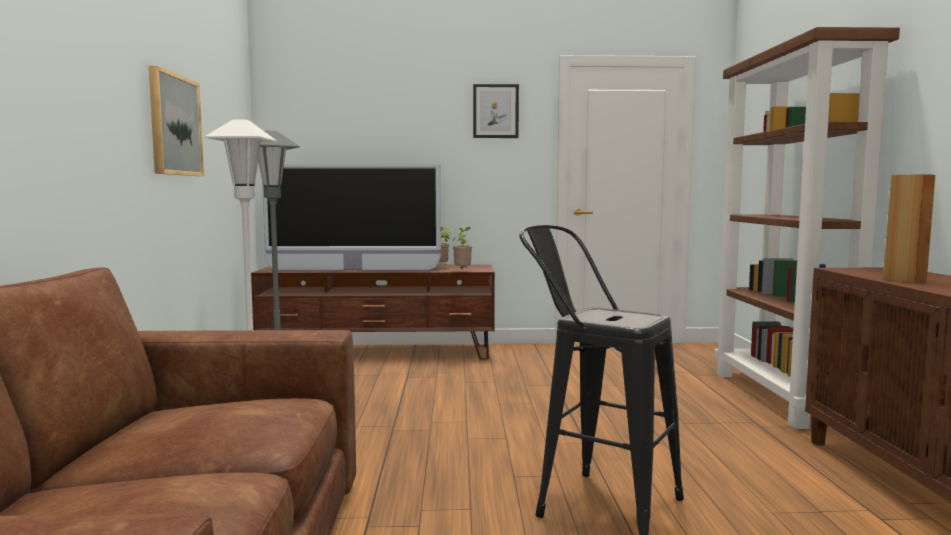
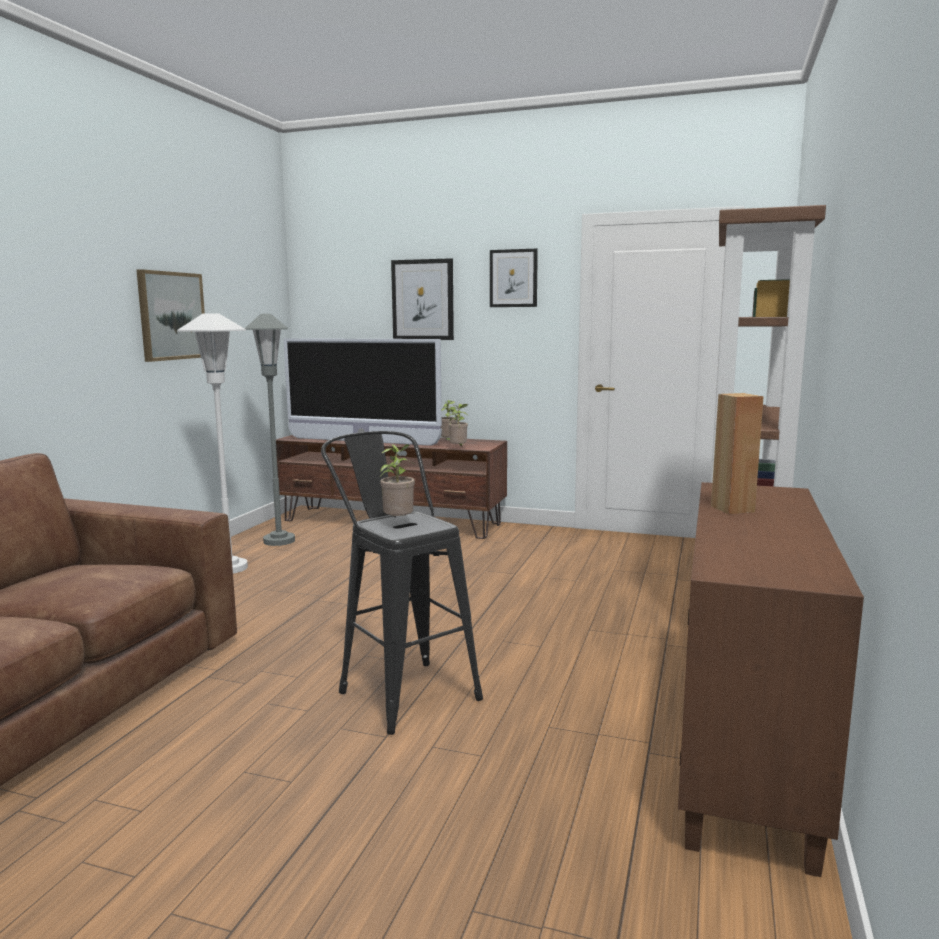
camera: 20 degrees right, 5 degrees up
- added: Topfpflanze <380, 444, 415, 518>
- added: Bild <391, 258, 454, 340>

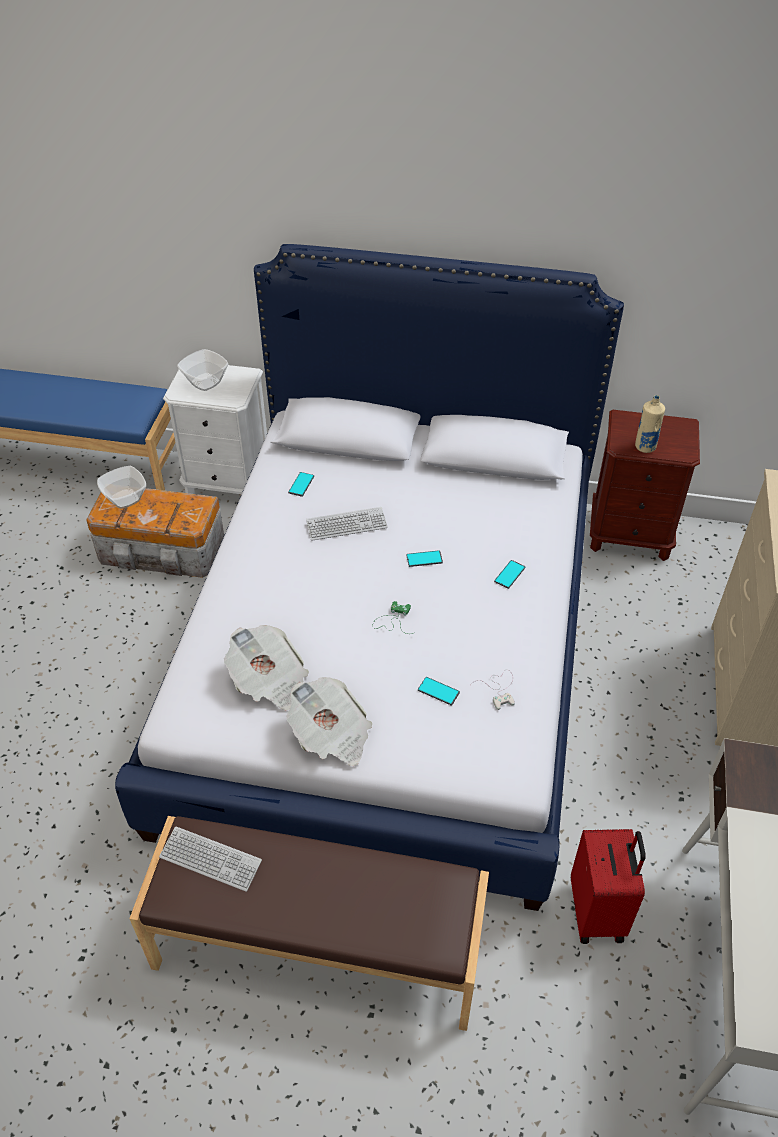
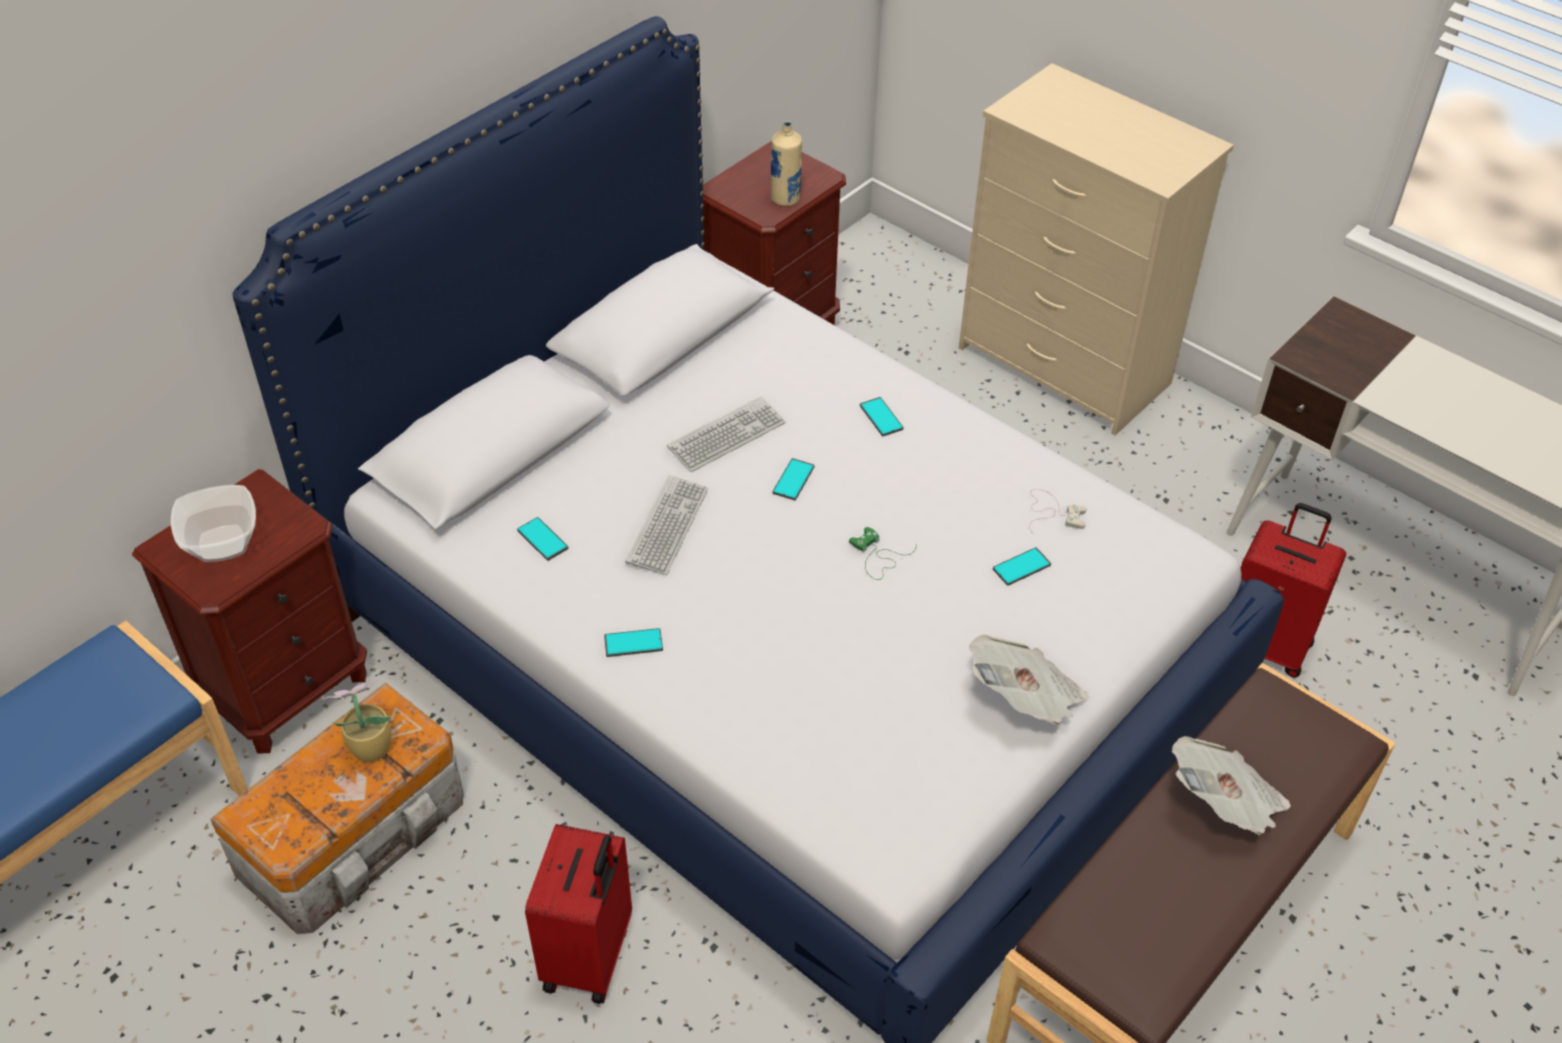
camera: 60 degrees left, 0 degrees up
- removed: Schüssel <97, 466, 146, 509>
- moved: Tastatur <159, 827, 262, 892> to <667, 396, 785, 472>
- recoloured: Nachttisch (weiß) <163, 365, 267, 494> to Nachttisch (braun) <132, 469, 367, 754>
- moved: Zeitung <224, 625, 309, 710> to <1172, 736, 1291, 835>
- added: Topfpflanze <321, 680, 391, 762>
- added: Koffer (rot) <525, 824, 632, 1004>
- added: Handy <604, 628, 663, 657>

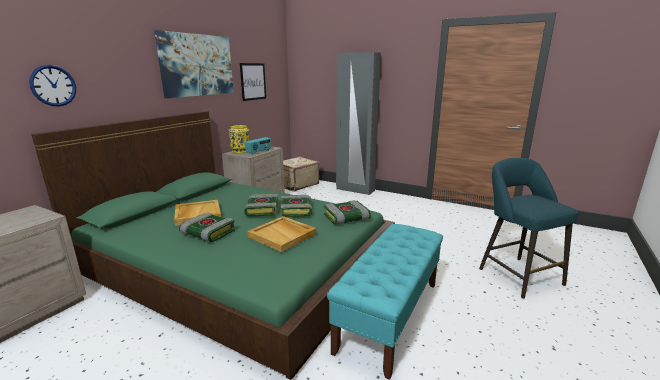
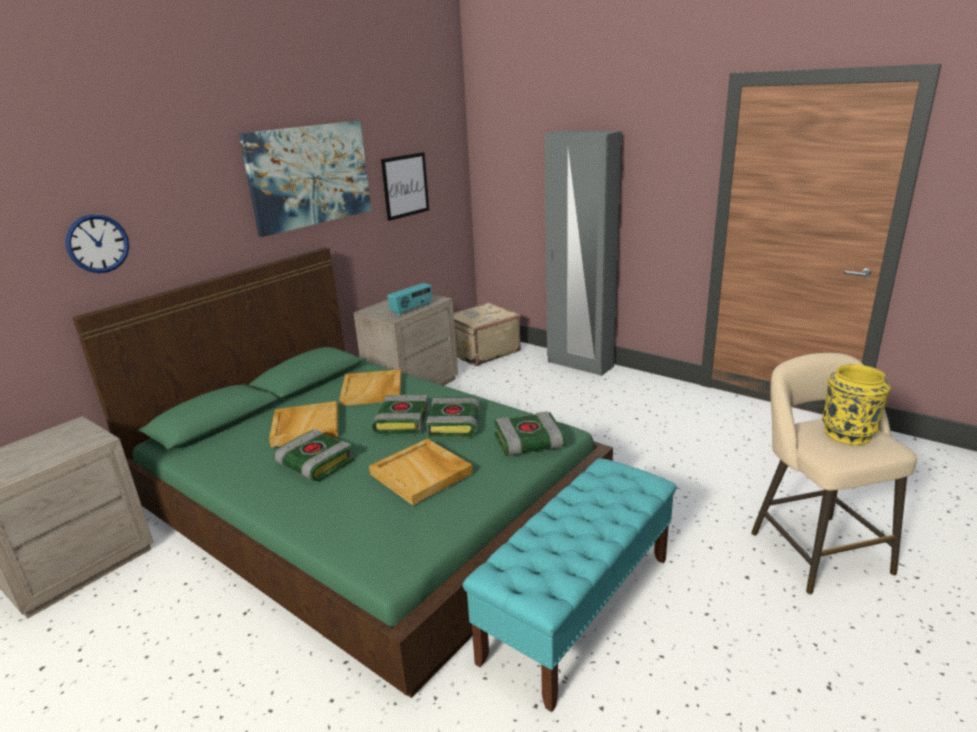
camera: 10 degrees right, 5 degrees up
- moved: Vase (gelb) <228, 125, 249, 153> to <822, 364, 891, 445>
- recoloured: Hocker (türkis) <479, 158, 578, 299> to Hocker (beige) <751, 353, 917, 595>
- added: Tablett (beige) <339, 369, 401, 406>

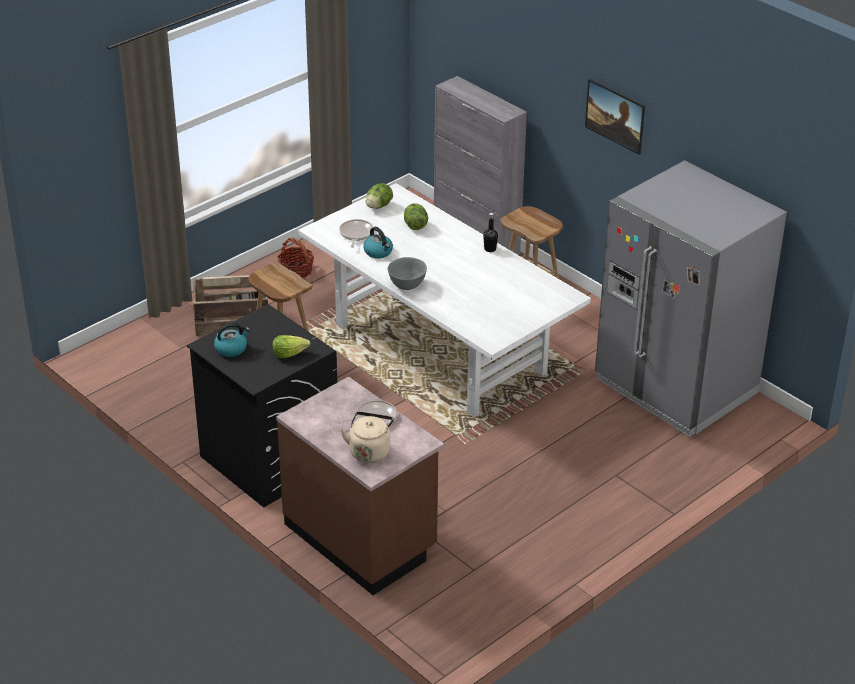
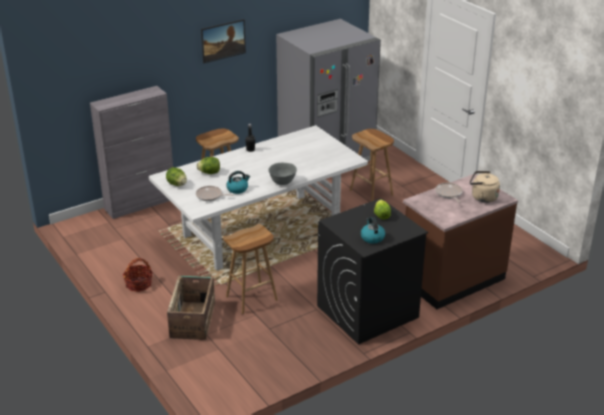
camera: 80 degrees left, 5 degrees down
- added: Hocker (braun) <350, 129, 394, 202>

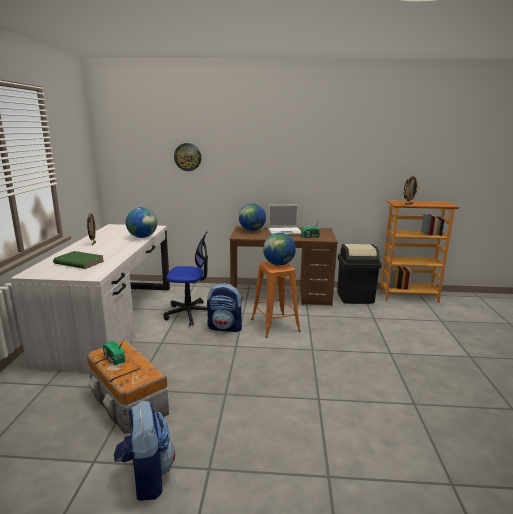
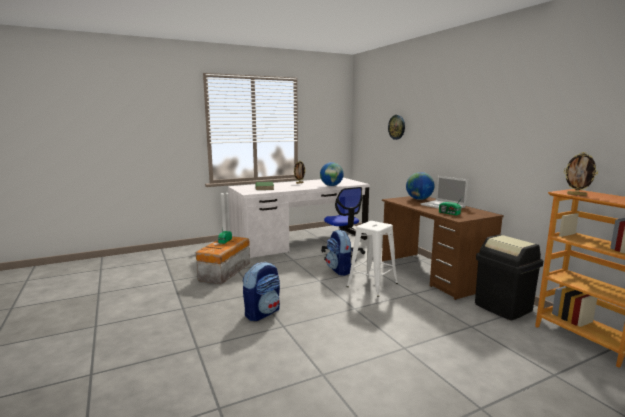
camera: 60 degrees right, 5 degrees down
- moved: Rucksack <114, 401, 175, 501> to <243, 262, 280, 321>
- recoloured: Hocker (orange) <251, 262, 301, 338> to Hocker (weiß) <346, 221, 398, 297>
- removed: Globus <263, 233, 296, 265>

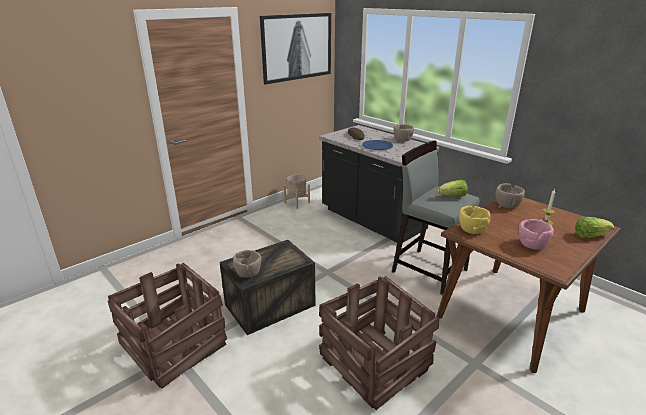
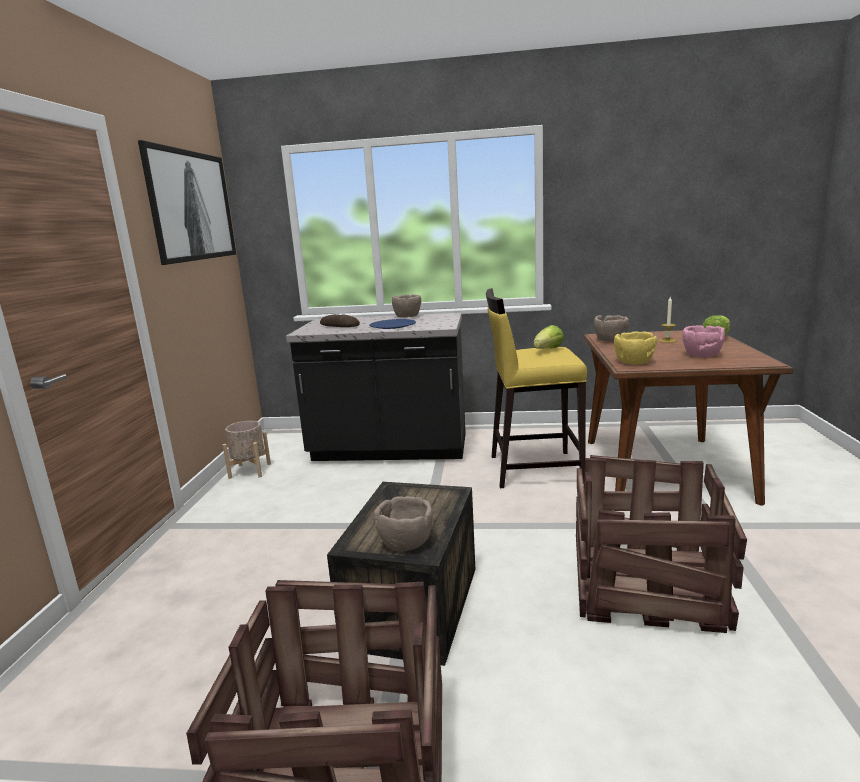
camera: 40 degrees left, 10 degrees down
- recoloured: Hocker (grau) <392, 141, 480, 295> to Hocker (gelb) <486, 288, 587, 488>

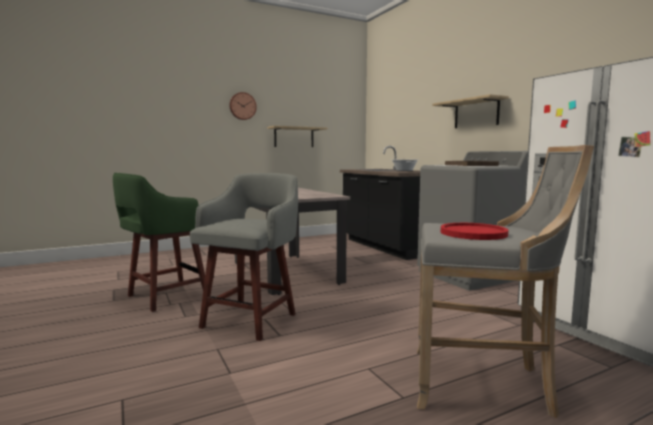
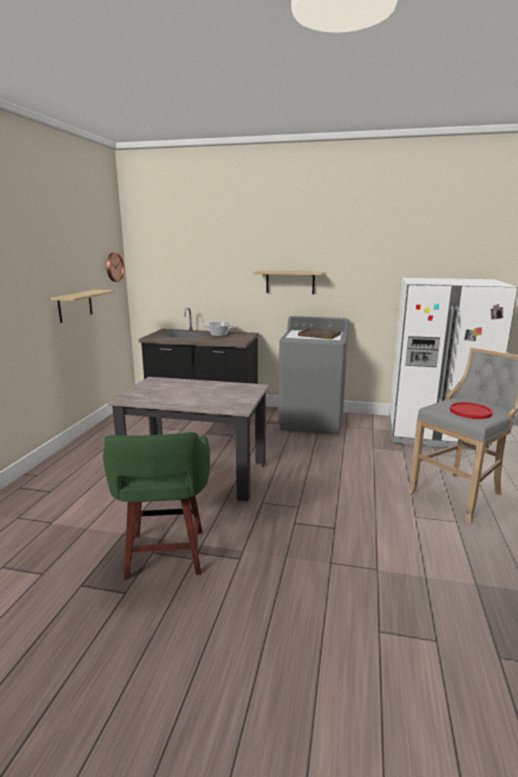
camera: 50 degrees left, 10 degrees up
- removed: Hocker (grau) <190, 173, 298, 341>
- moved: Wanduhr <229, 92, 257, 120> to <107, 253, 124, 282>

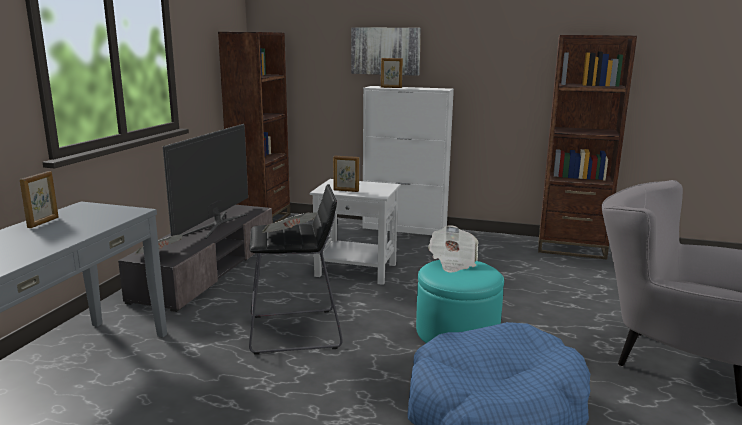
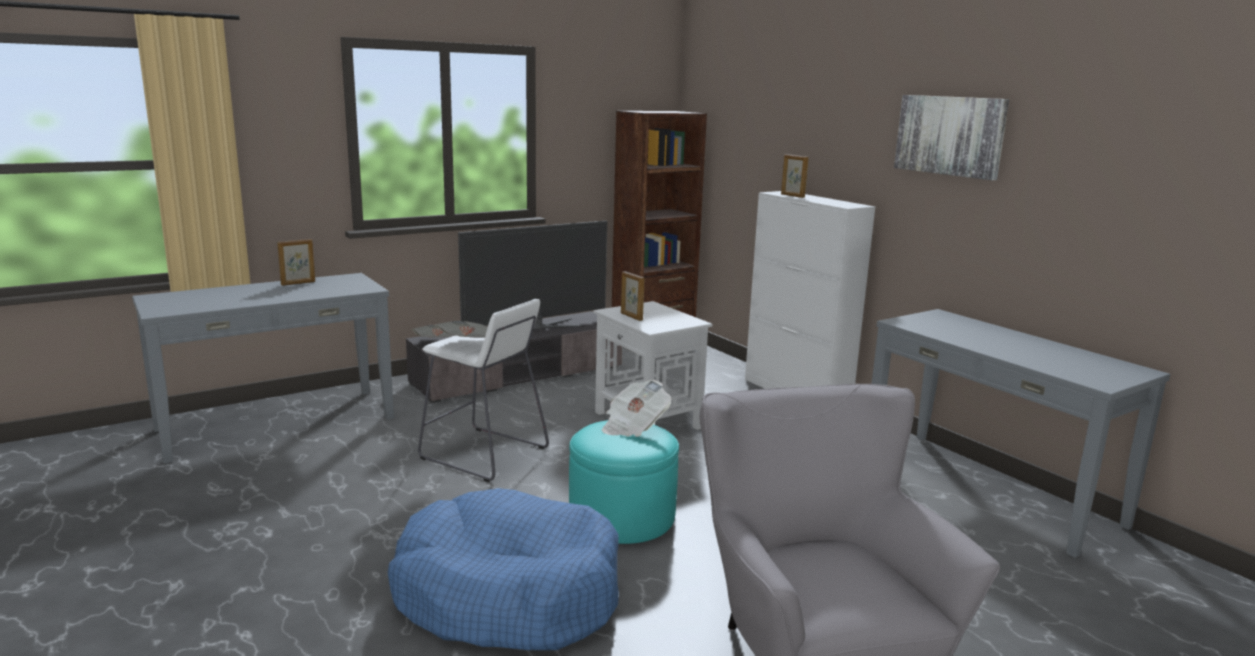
camera: 40 degrees right, 0 degrees up
- recoloured: Hocker (schwarz) <249, 184, 343, 355> to Hocker (weiß) <418, 299, 549, 482>
- moved: Bild <351, 27, 421, 76> to <894, 95, 1009, 180>
- replaced: Bücherregal (braun) <538, 35, 637, 259> to Konsolentisch (grau) <872, 309, 1170, 558>

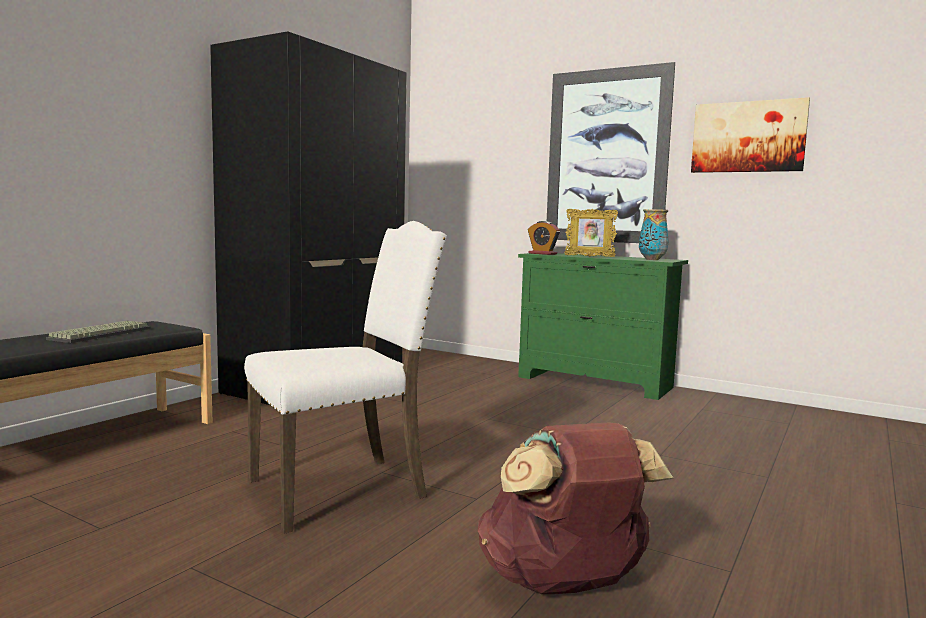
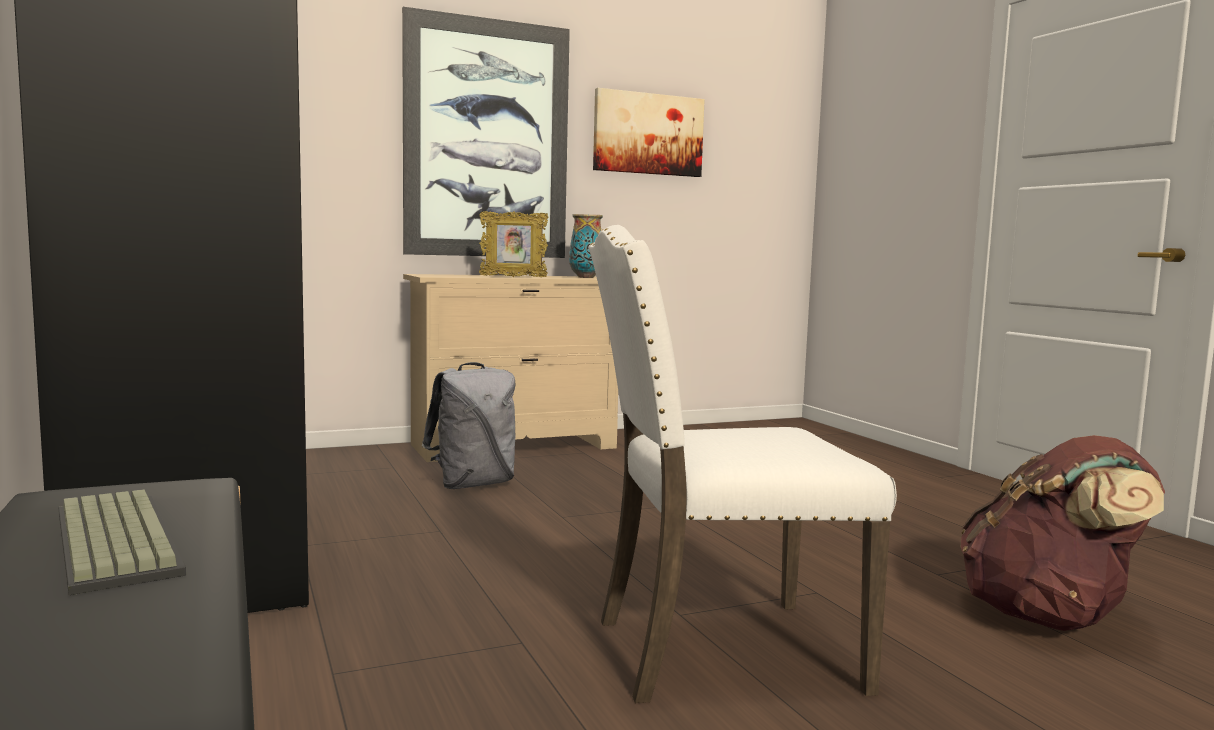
camera: 55 degrees left, 0 degrees up
- turned: Stuhl (weiß) <244, 221, 447, 534> = <588, 225, 897, 703> 105 degrees counterclockwise
- recoloured: Kommode (grün) <518, 253, 688, 400> to Kommode (beige) <403, 274, 618, 462>
- removed: Wecker <528, 221, 560, 255>
- turned: Bilderrahmen <564, 209, 618, 257> = <479, 211, 549, 277> 45 degrees clockwise
- added: Rucksack (grau) <422, 362, 516, 489>

